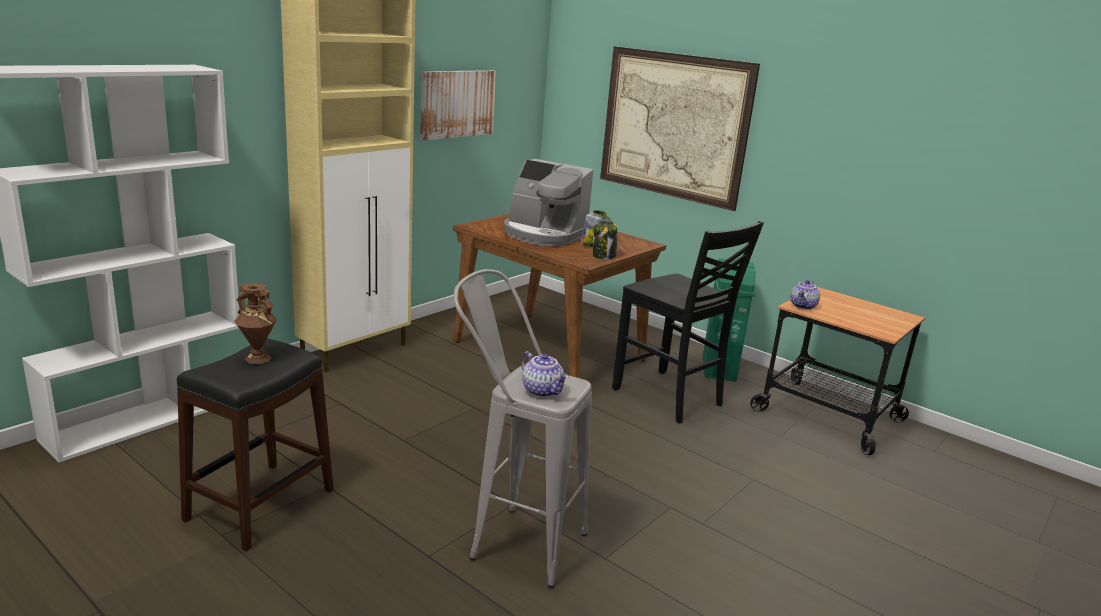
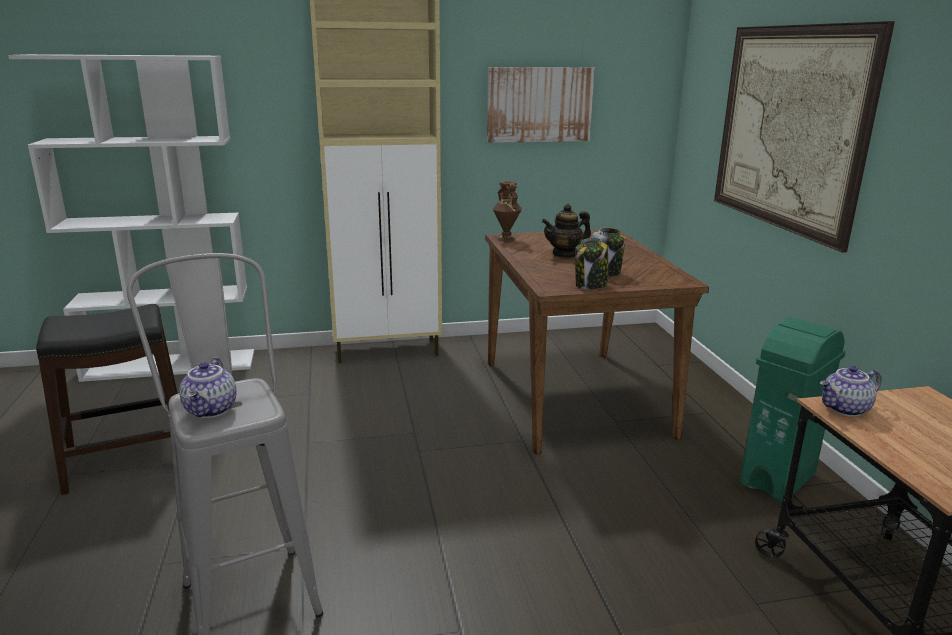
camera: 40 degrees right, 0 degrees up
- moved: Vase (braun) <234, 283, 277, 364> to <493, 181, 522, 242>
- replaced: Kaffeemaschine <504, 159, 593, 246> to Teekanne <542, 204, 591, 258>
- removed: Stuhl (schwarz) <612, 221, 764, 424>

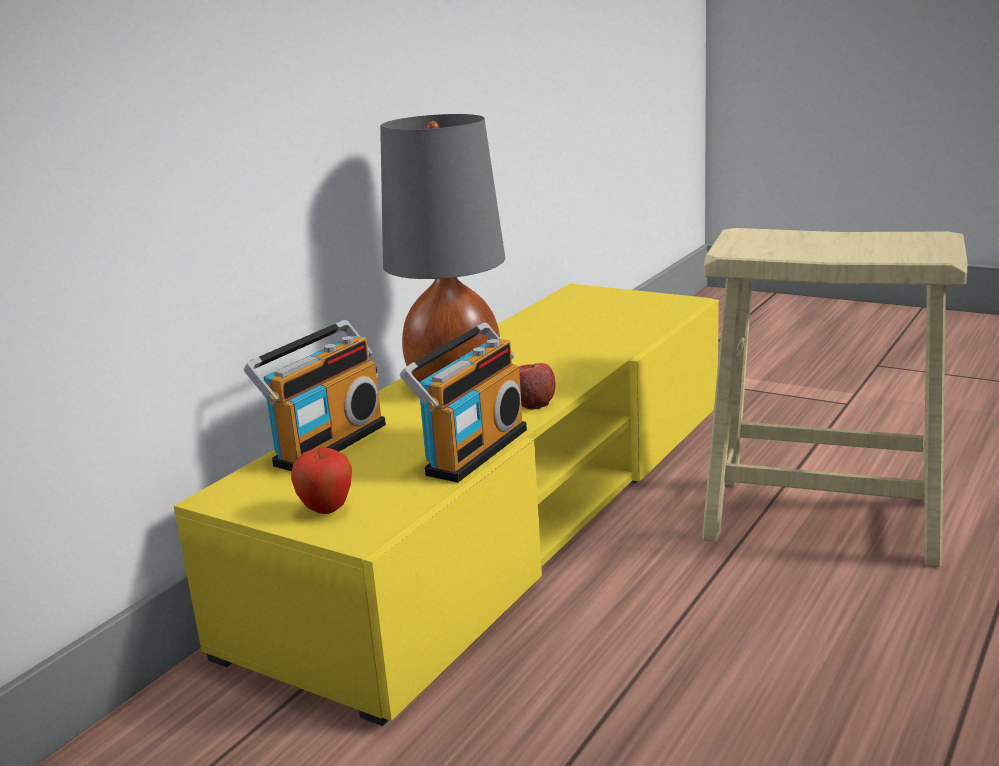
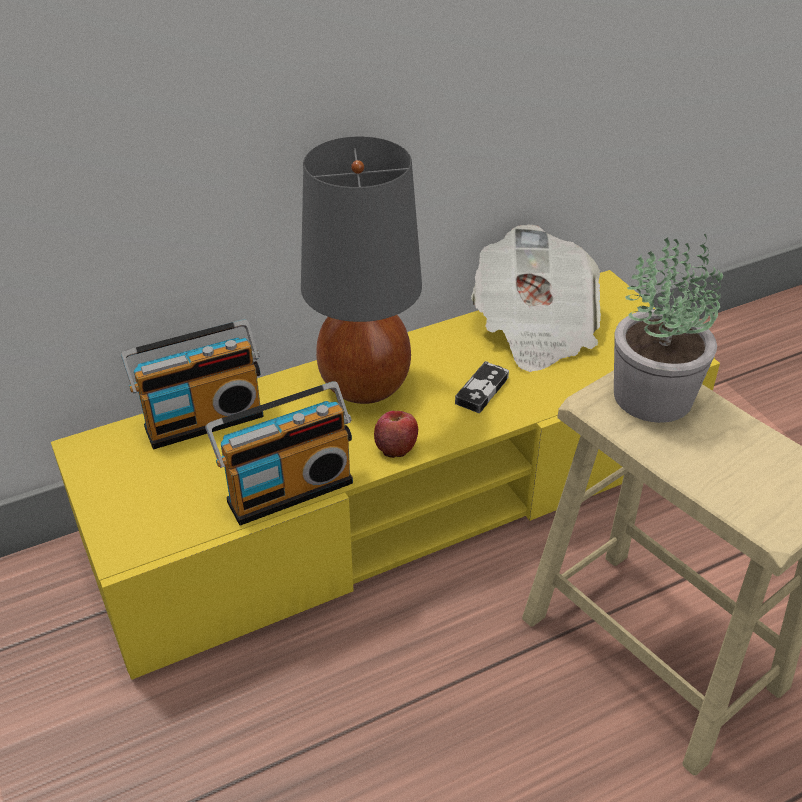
camera: 30 degrees right, 20 degrees up
- removed: Apfel <291, 448, 352, 514>
- added: Gamepad <455, 361, 509, 413>
- added: Zeitung <471, 225, 601, 372>
- added: Topfpflanze <614, 234, 723, 423>

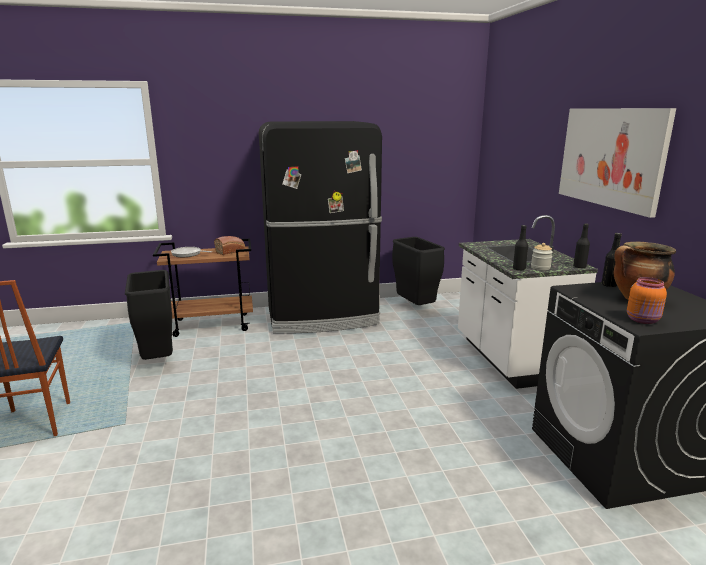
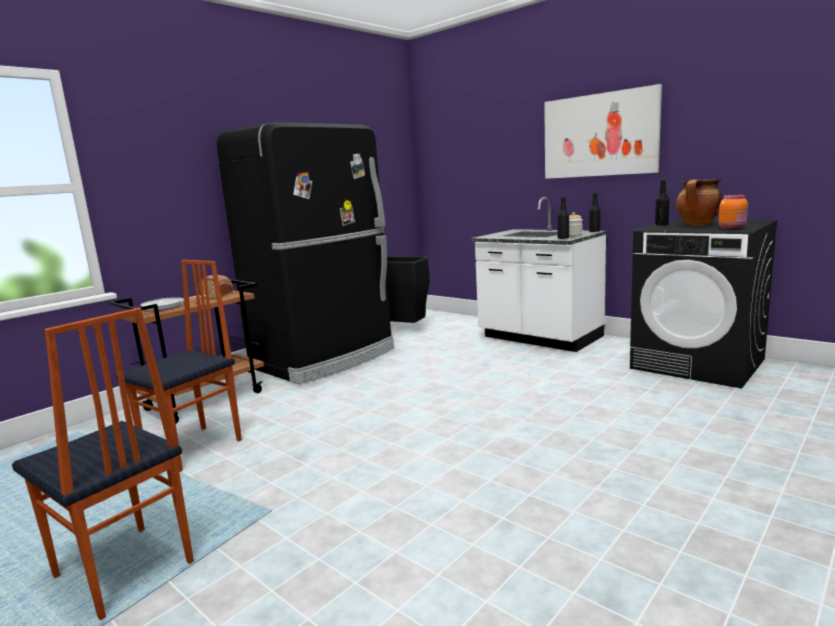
camera: 35 degrees left, 5 degrees down
- replaced: Mülleimer (schwarz) <125, 270, 173, 360> to Stuhl <116, 260, 242, 472>

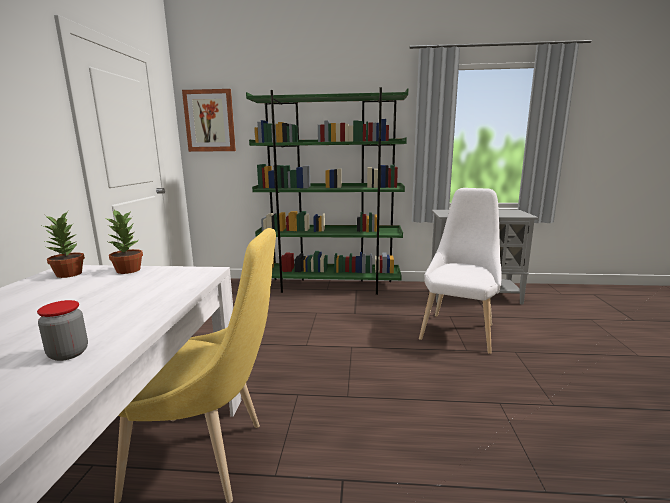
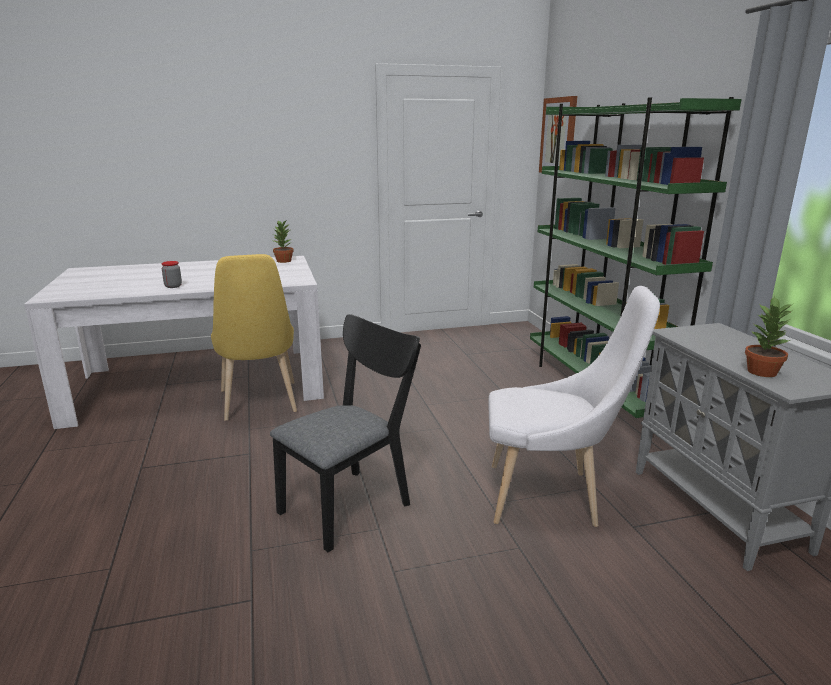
camera: 70 degrees right, 5 degrees up
- moved: Topfpflanze <107, 209, 143, 274> to <745, 296, 794, 377>
- added: Stuhl (schwarz) <270, 314, 421, 552>

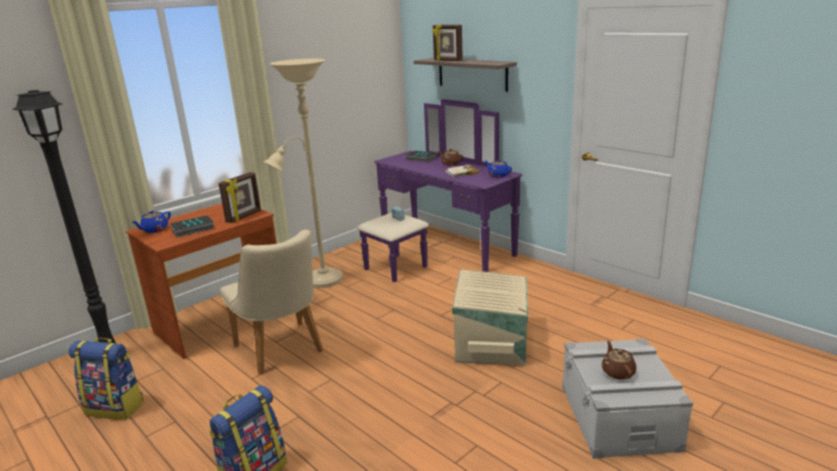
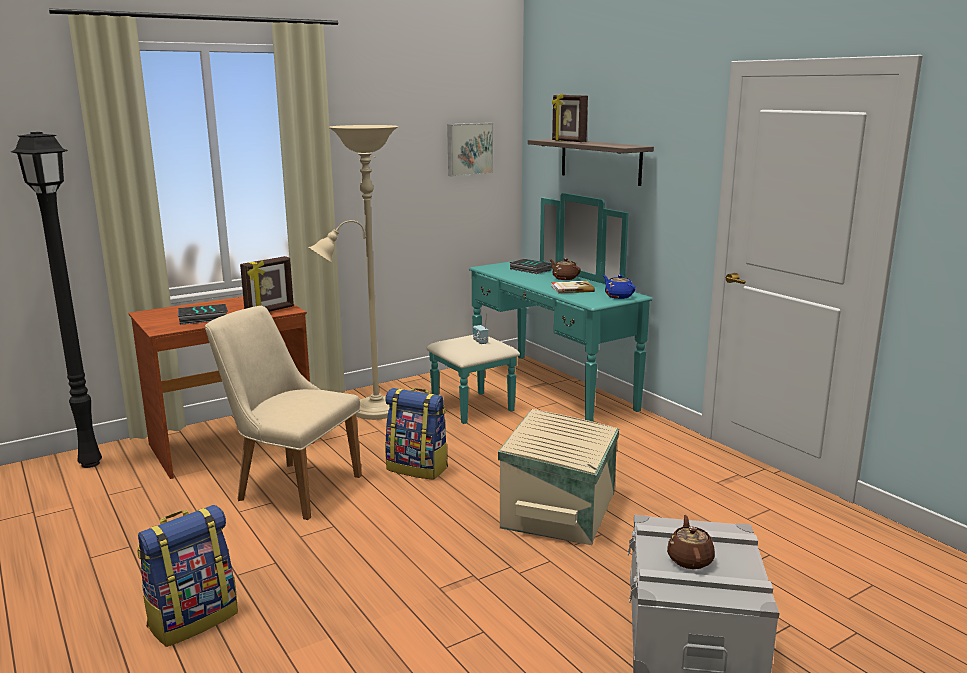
camera: 10 degrees right, 5 degrees down
- moved: Rucksack <69, 338, 144, 420> to <385, 388, 448, 480>
- removed: Teekanne (blau) <133, 210, 171, 233>
- turned: Stuhl (beige) <220, 230, 323, 375> = <205, 306, 362, 520> 135 degrees clockwise
- recoloured: Kommode (lila) <357, 99, 522, 282> to Kommode (türkis) <426, 193, 652, 424>
- added: Bild <447, 123, 494, 177>

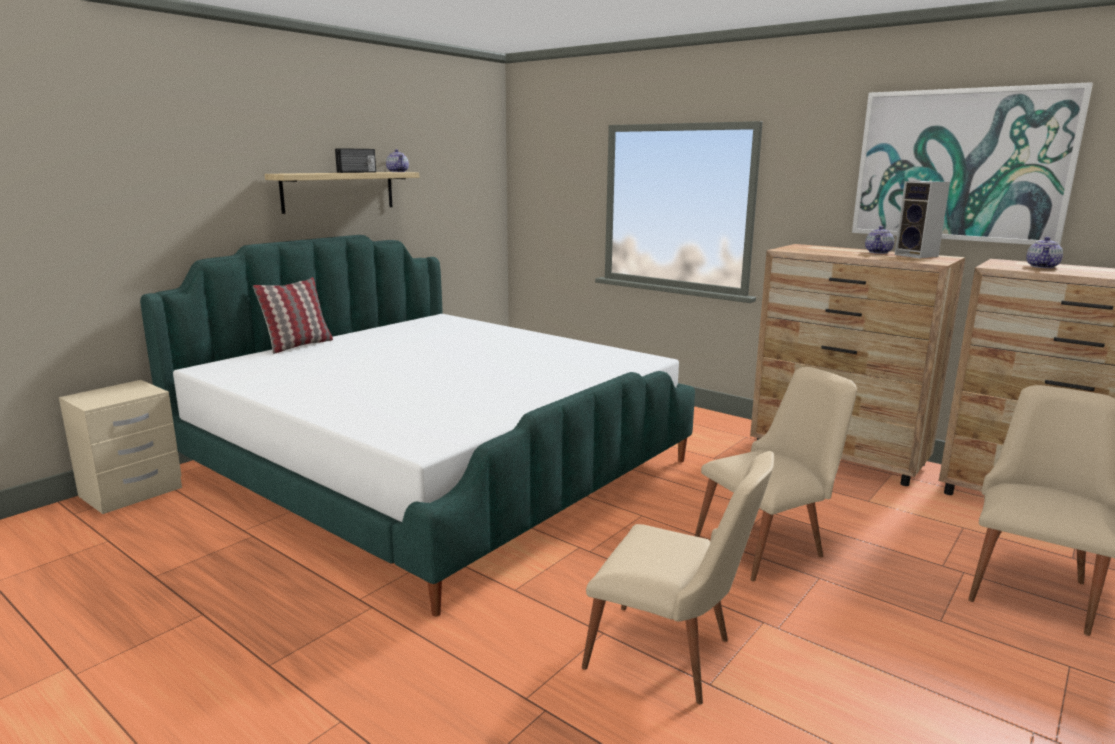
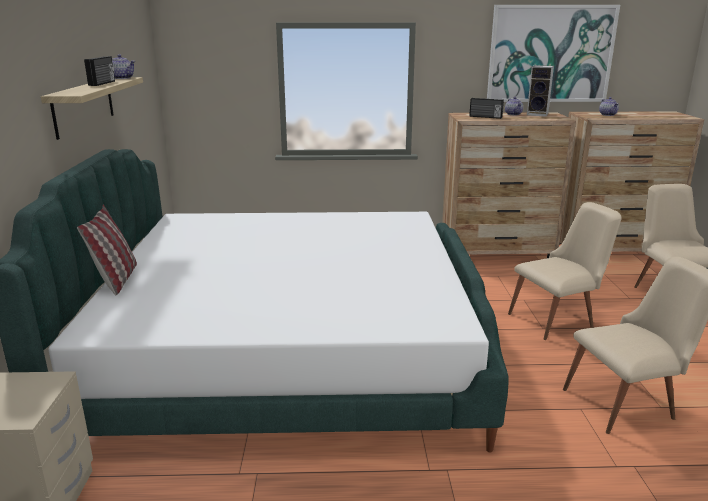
camera: 40 degrees left, 5 degrees up
- turned: Stuhl (beige) <695, 367, 857, 582> = <508, 202, 622, 340> 45 degrees clockwise
- added: Radio <469, 98, 504, 119>

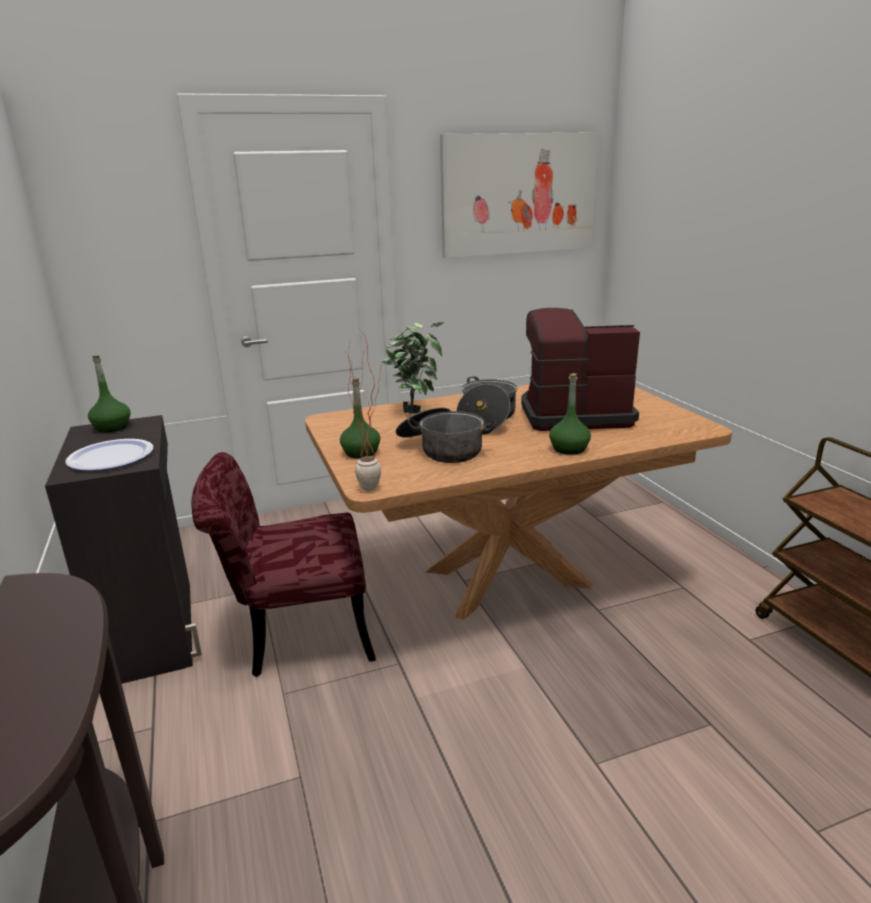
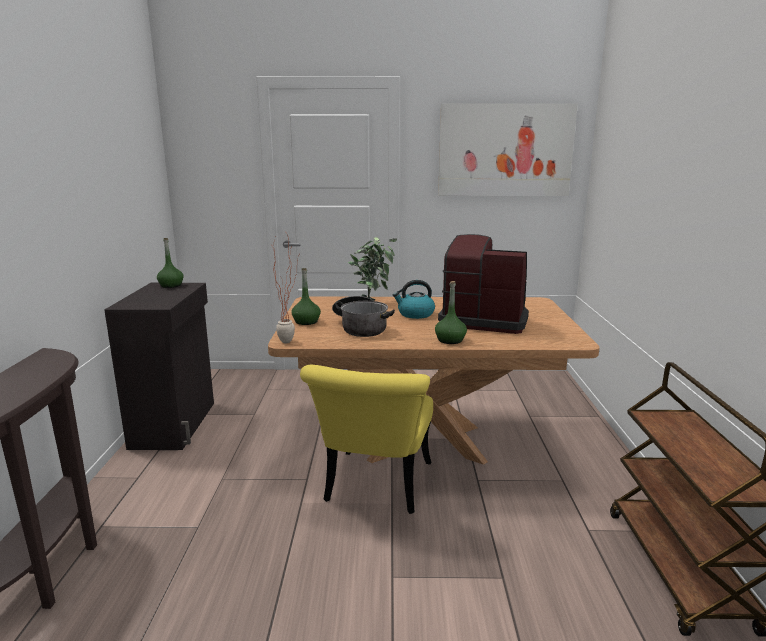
camera: 20 degrees right, 5 degrees down
- removed: Teller <65, 439, 153, 471>
- removed: Stuhl (rot) <191, 452, 376, 677>
- replaced: Kochtopf <456, 376, 517, 432> to Wasserkessel <393, 280, 435, 319>
- added: Stuhl (gelb) <300, 365, 433, 514>

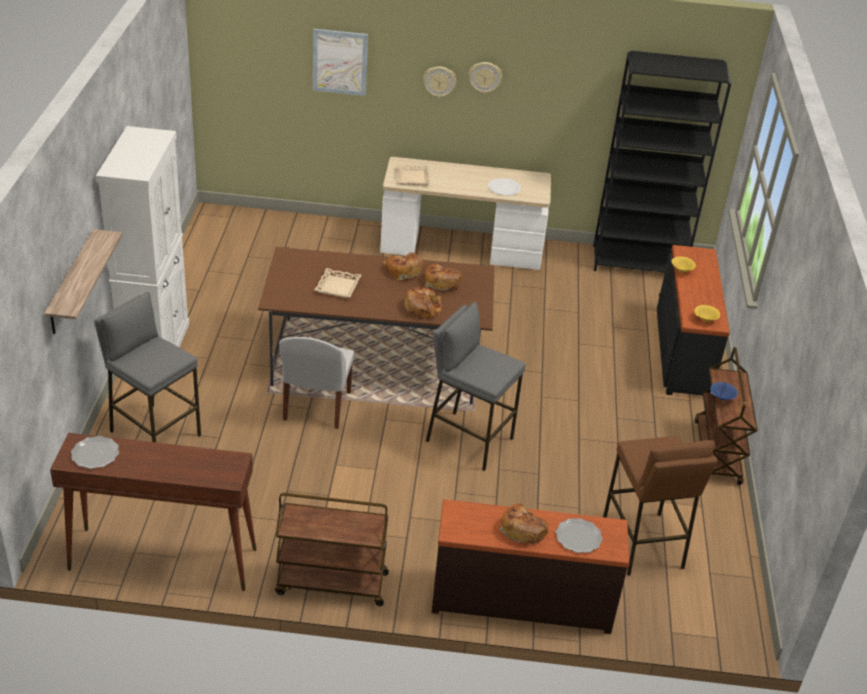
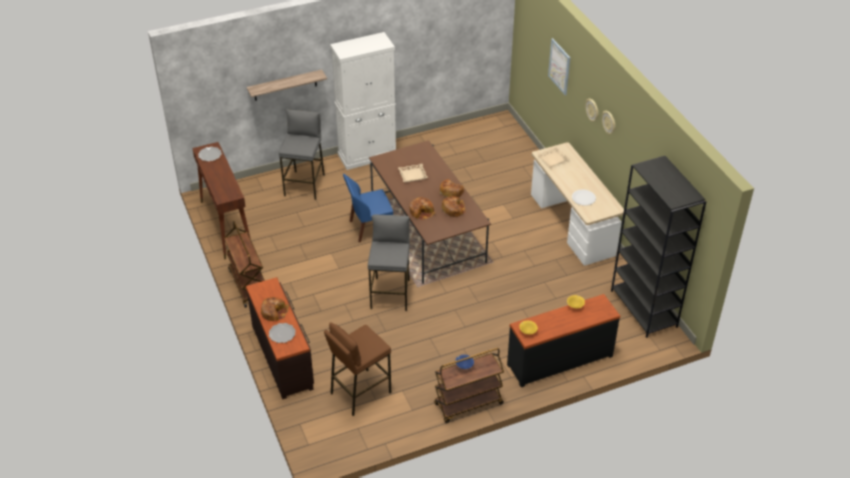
camera: 65 degrees right, 5 degrees up
- recoloured: Stuhl (weiß) <279, 337, 354, 429> to Stuhl (blau) <343, 174, 393, 242>

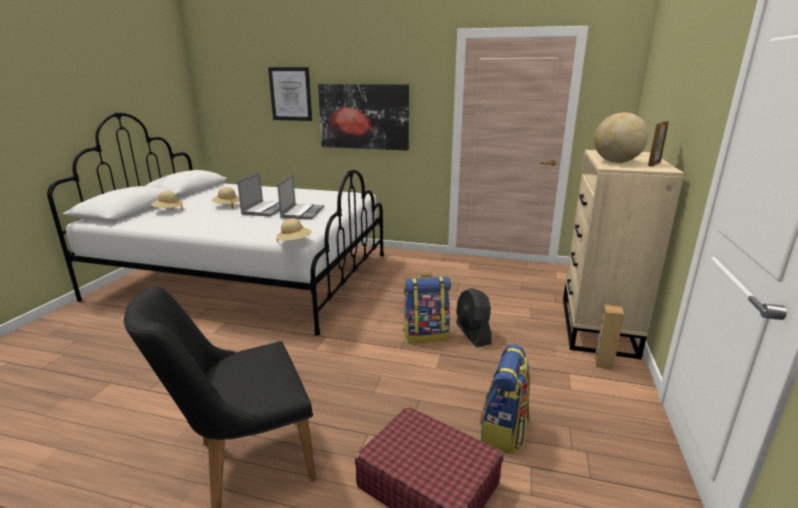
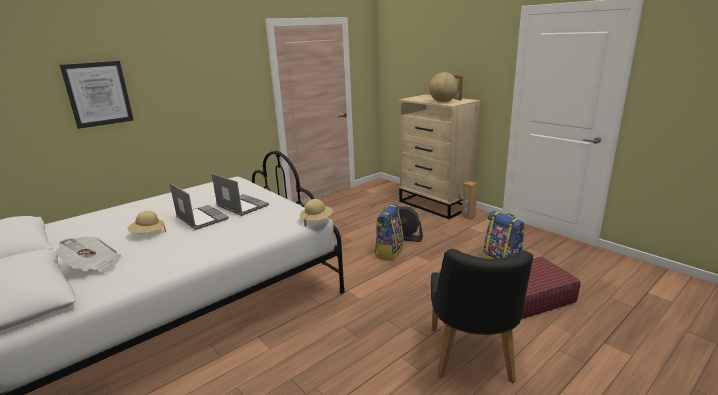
camera: 55 degrees left, 0 degrees up
- replaced: Hut (beige) <151, 191, 183, 211> to Zeitung <56, 237, 121, 273>
- removed: Bild <318, 84, 409, 151>

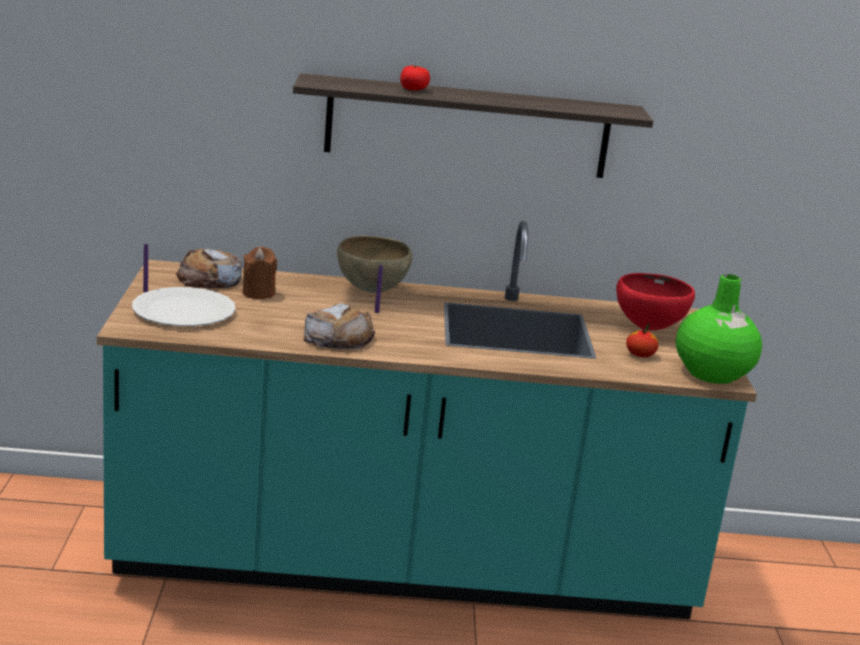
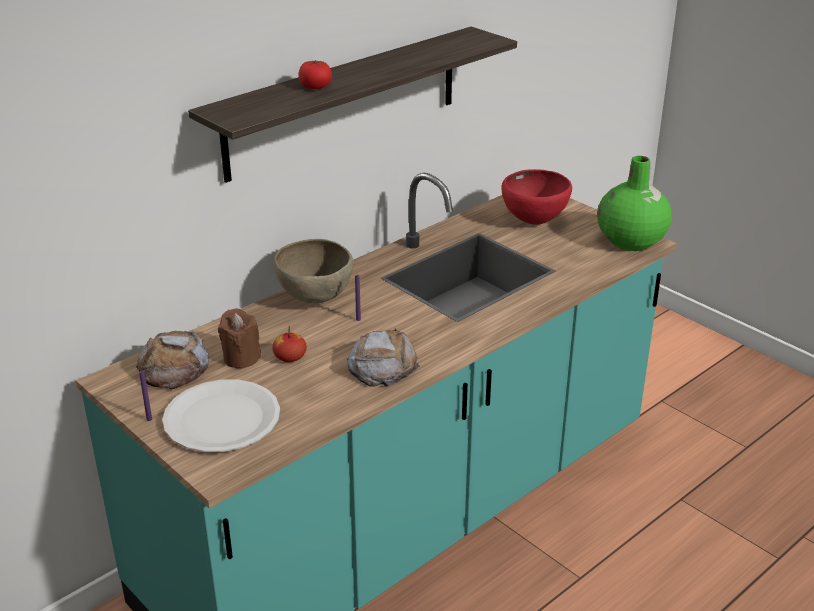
camera: 40 degrees left, 10 degrees up
- moved: Apfel <626, 323, 659, 357> to <272, 327, 307, 362>

